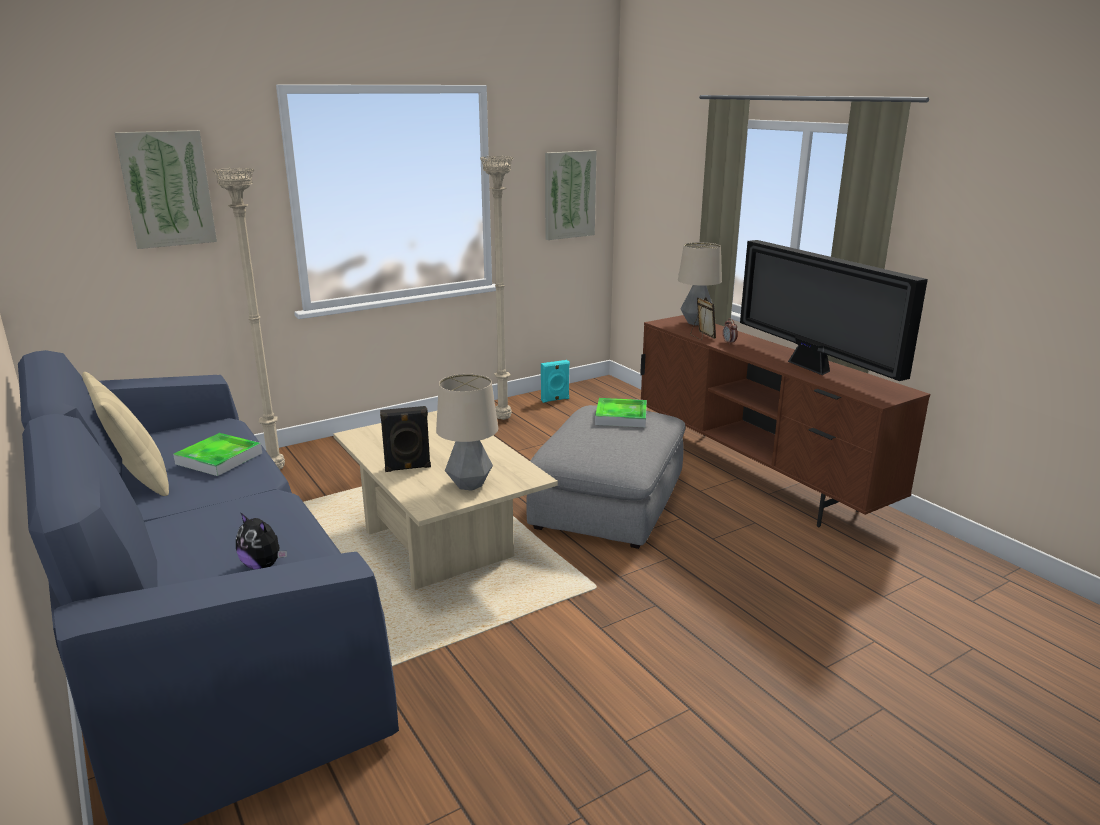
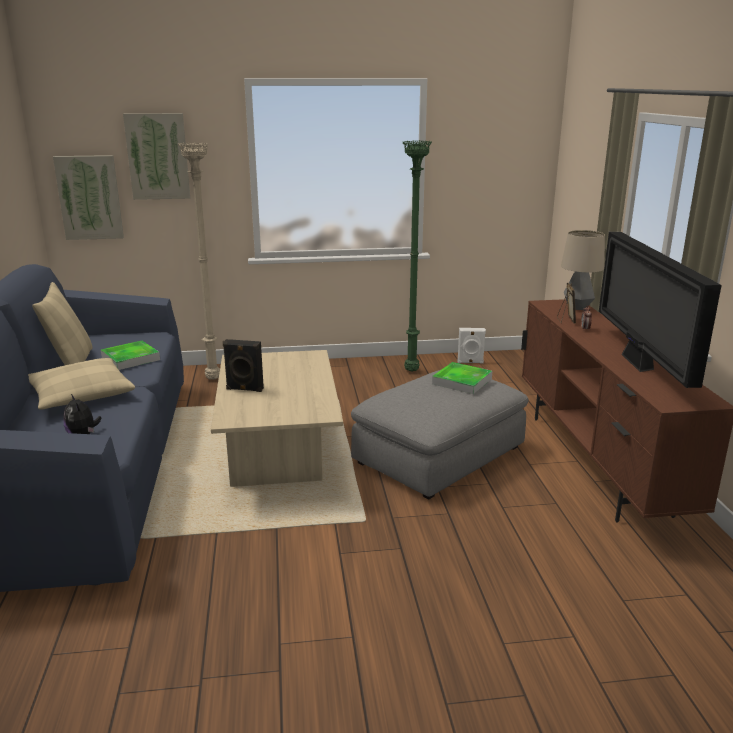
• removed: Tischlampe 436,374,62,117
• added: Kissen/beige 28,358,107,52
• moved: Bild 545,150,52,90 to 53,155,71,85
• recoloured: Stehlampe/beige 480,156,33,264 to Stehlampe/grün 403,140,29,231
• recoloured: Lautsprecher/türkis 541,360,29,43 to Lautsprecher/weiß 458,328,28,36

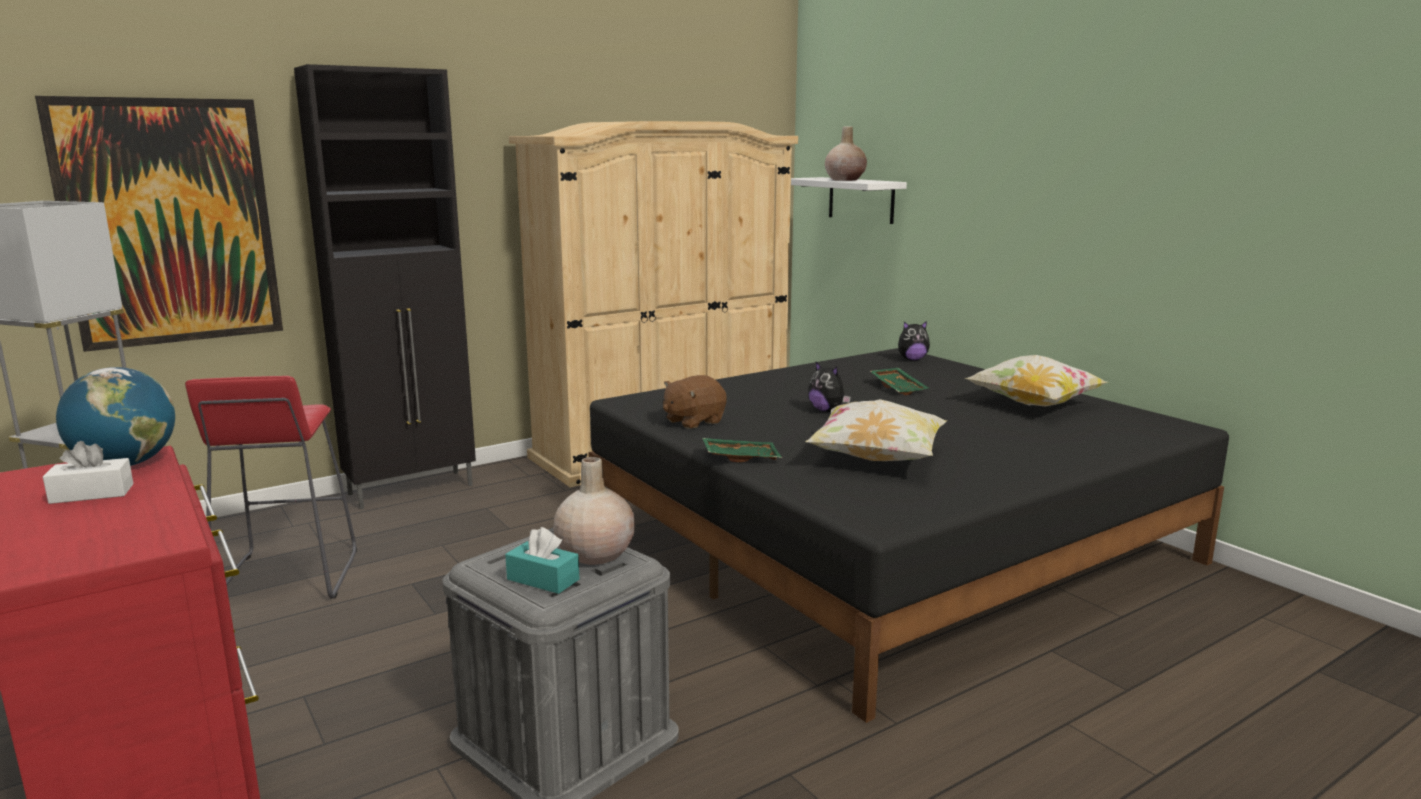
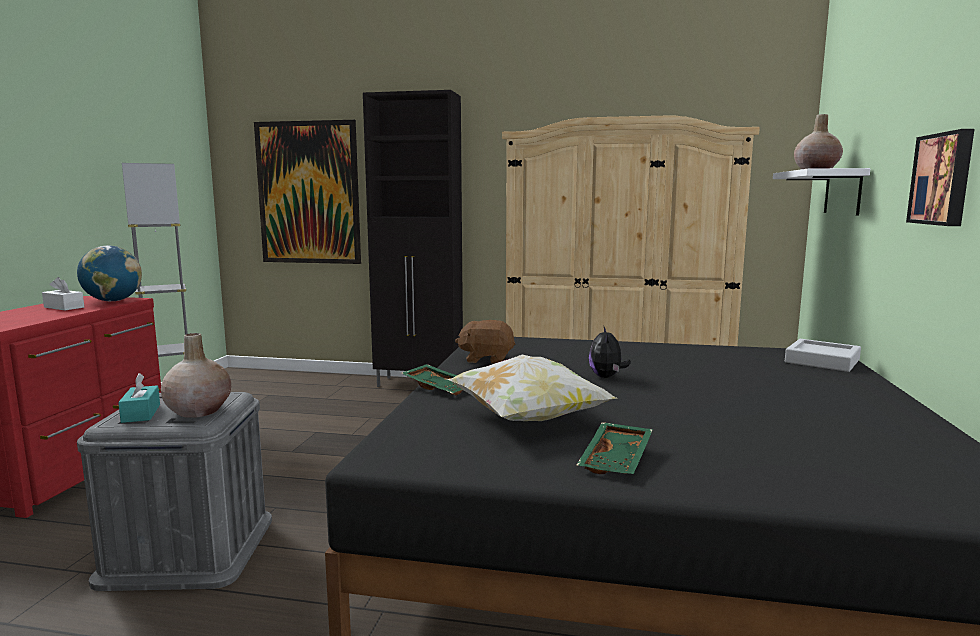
• removed: Hocker/rot 185,376,172,222
• removed: Kissen 964,355,143,51
• added: Bild 906,129,69,97
• moved: Tablett/grün 870,368,59,27 to 577,422,76,52
• replaced: Plüschtier 898,321,32,40 to Tablett/grau 785,339,76,33

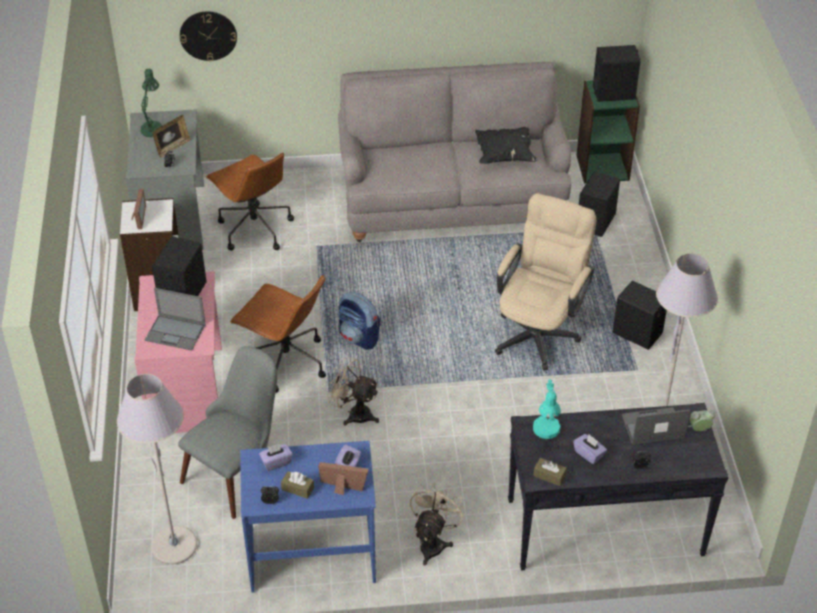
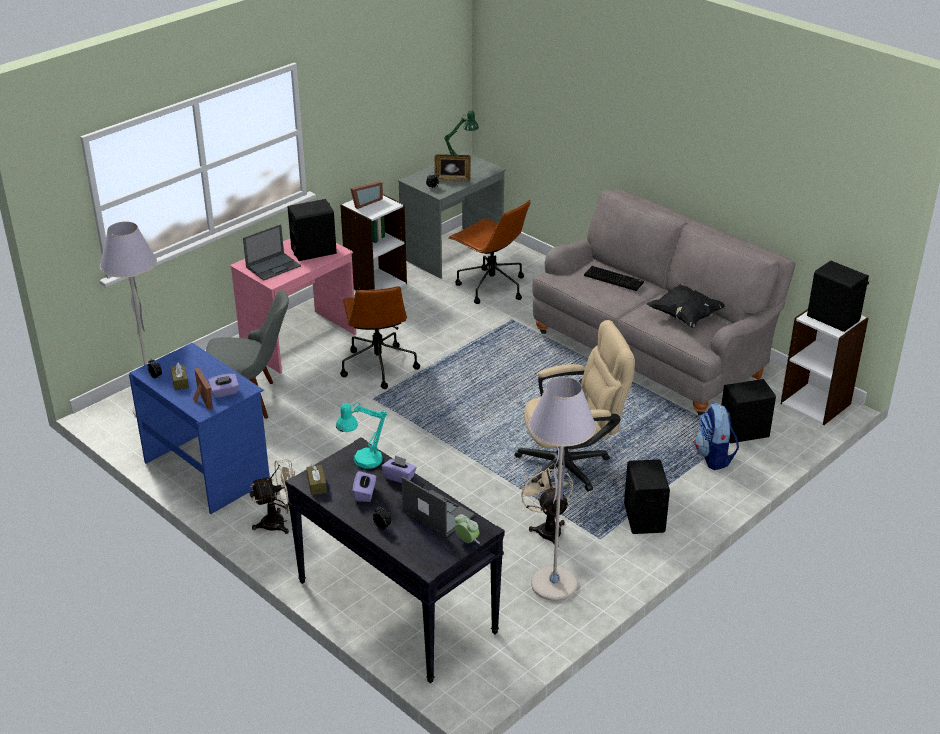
• removed: Wanduhr 180,11,57,51
• added: Tastatur 584,266,60,25
• moved: Taschentuchbox/lila 259,444,34,27 to 382,455,35,28
• moved: Ventilator/beige 327,357,52,69 to 518,463,55,83
• moved: Rucksack 338,292,42,58 to 695,403,44,67
• recoloured: Bücherregal/grün 577,80,63,103 to Bücherregal/weiß 781,309,88,116
• turned: Laptop 145,288,61,63 = 243,224,58,57 105 degrees counterclockwise
• turned: Bürostuhl/braun 206,153,88,98 = 448,200,82,104 60 degrees counterclockwise

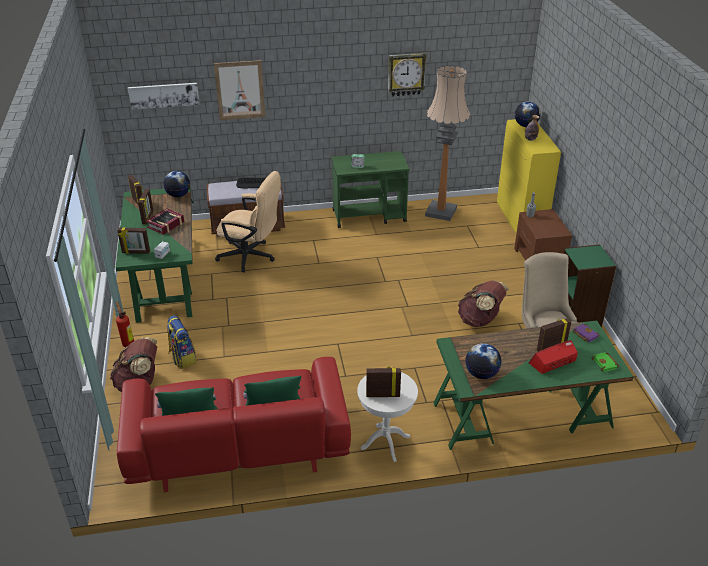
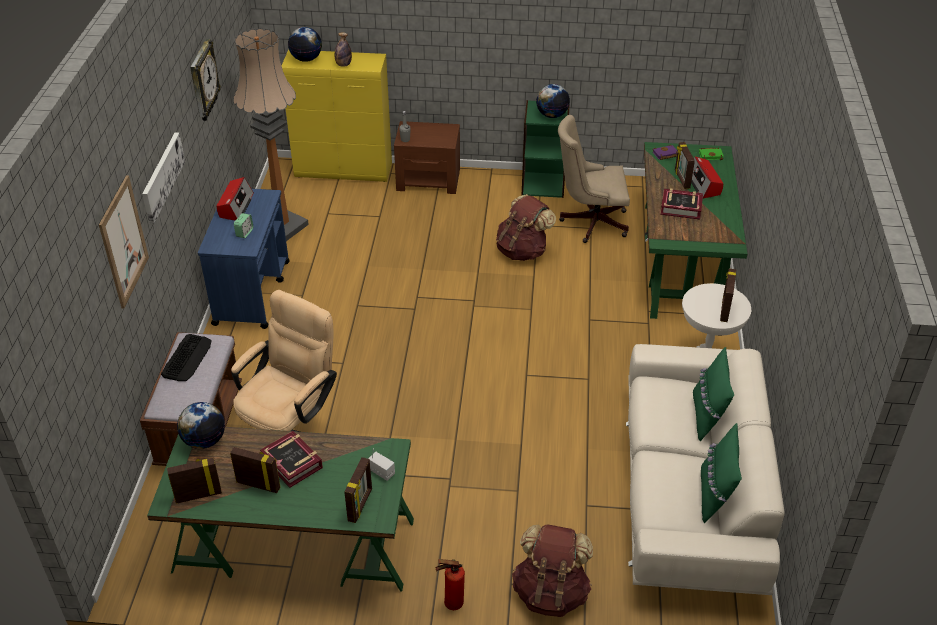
• removed: Rucksack 167,315,29,54
• added: Radio 217,177,37,44
• added: Buch 660,189,43,31
• moved: Bild 128,83,72,27 to 142,132,43,92
• moved: Globus 465,343,37,36 to 536,84,34,34
• recoloured: Sofa/rot 117,357,234,135 to Sofa/beige 626,344,159,251
• recoloured: Rollwagen/grün 331,151,79,77 to Rollwagen/blau 198,187,92,142

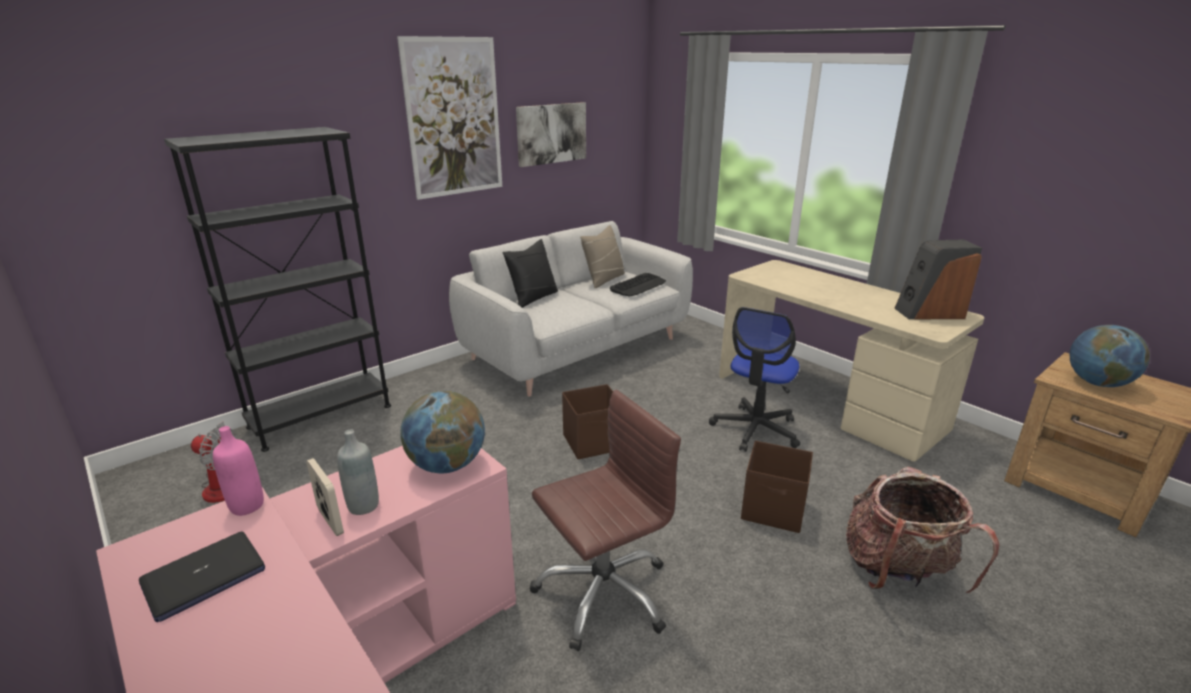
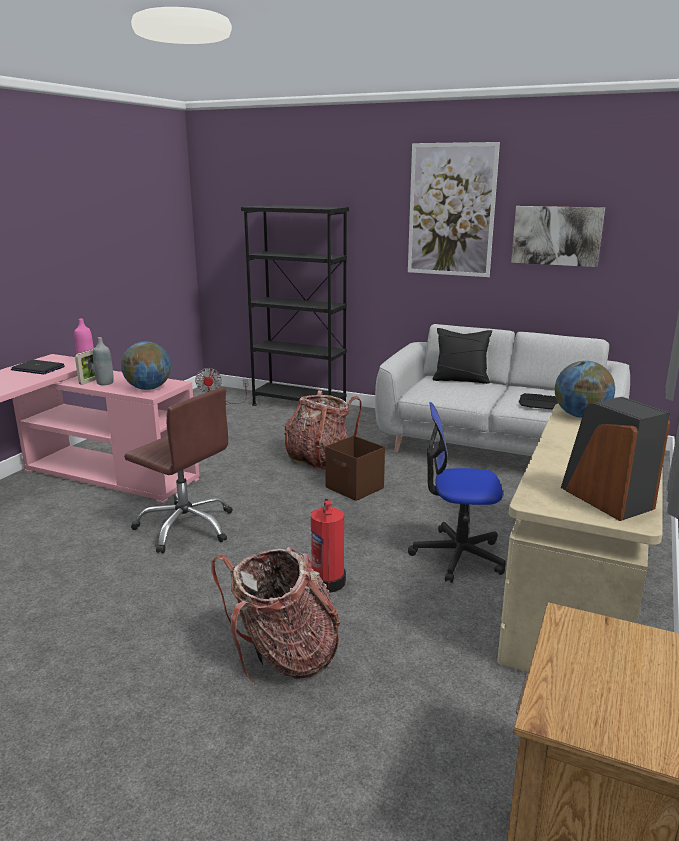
• removed: Kissen/beige 580,225,45,63
• added: Rucksack 284,390,78,81
• moved: Globus 1069,325,81,62 to 555,361,60,57
• replaced: Aufbewahrungsbox/braun 741,441,72,92 to Feuerlöscher 311,499,35,94

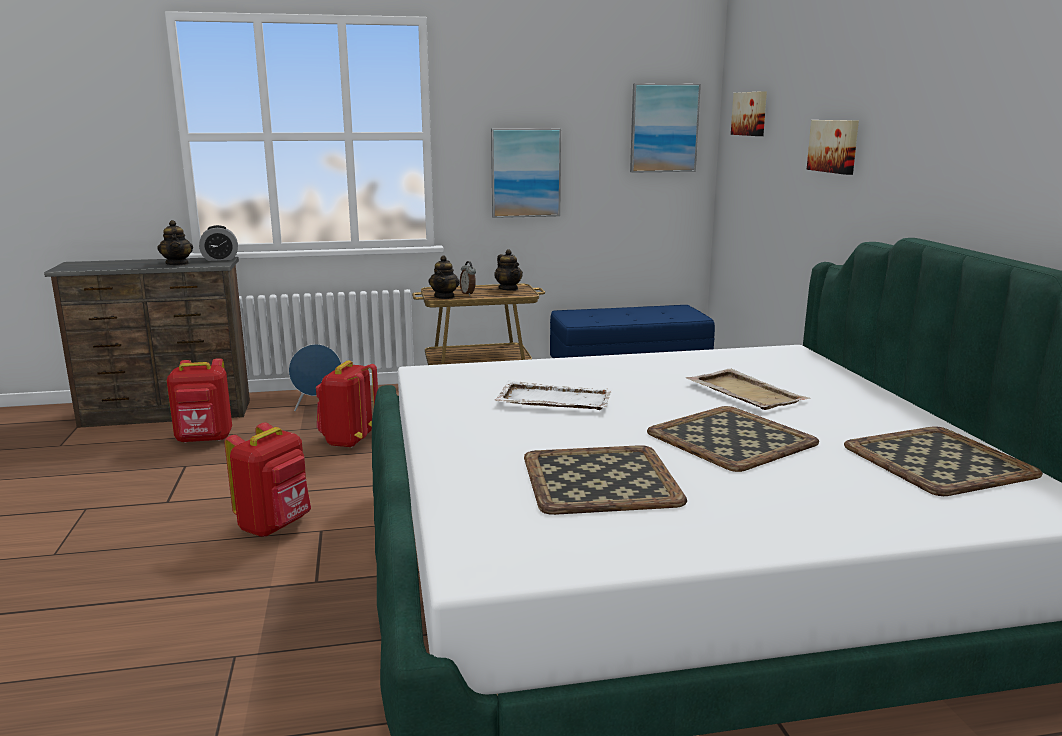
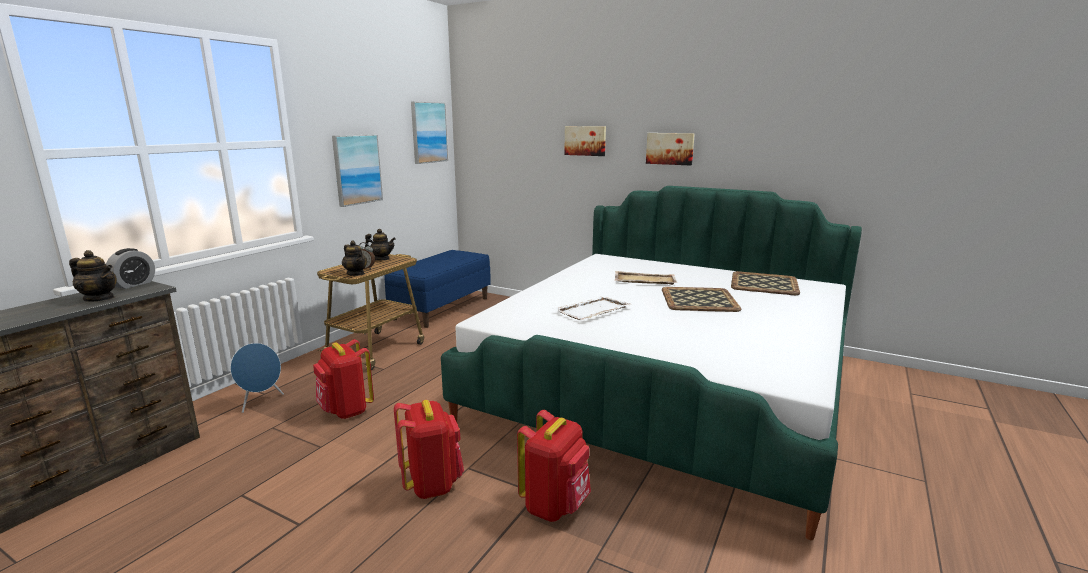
• removed: Tablett 524,445,163,70
• moved: Rucksack/rot 167,358,65,85 to 517,410,74,112
• moved: Bild 731,91,36,45 to 646,133,49,33

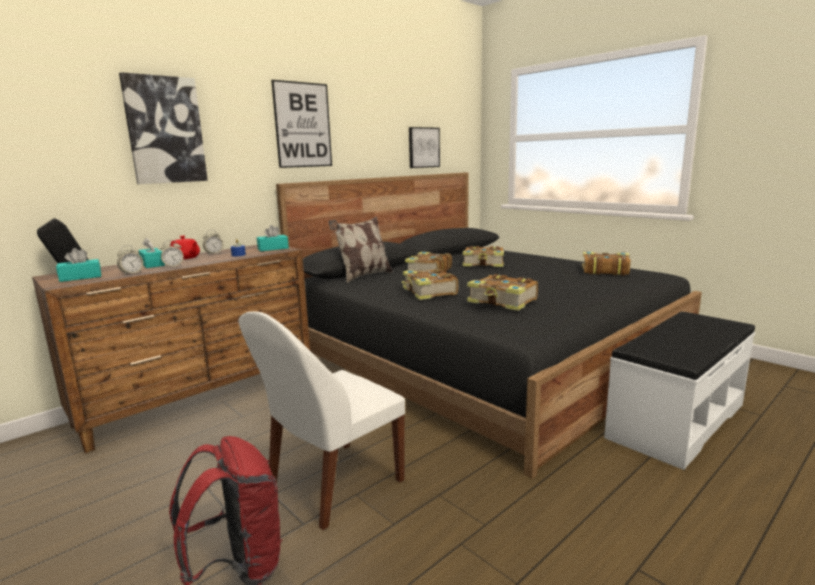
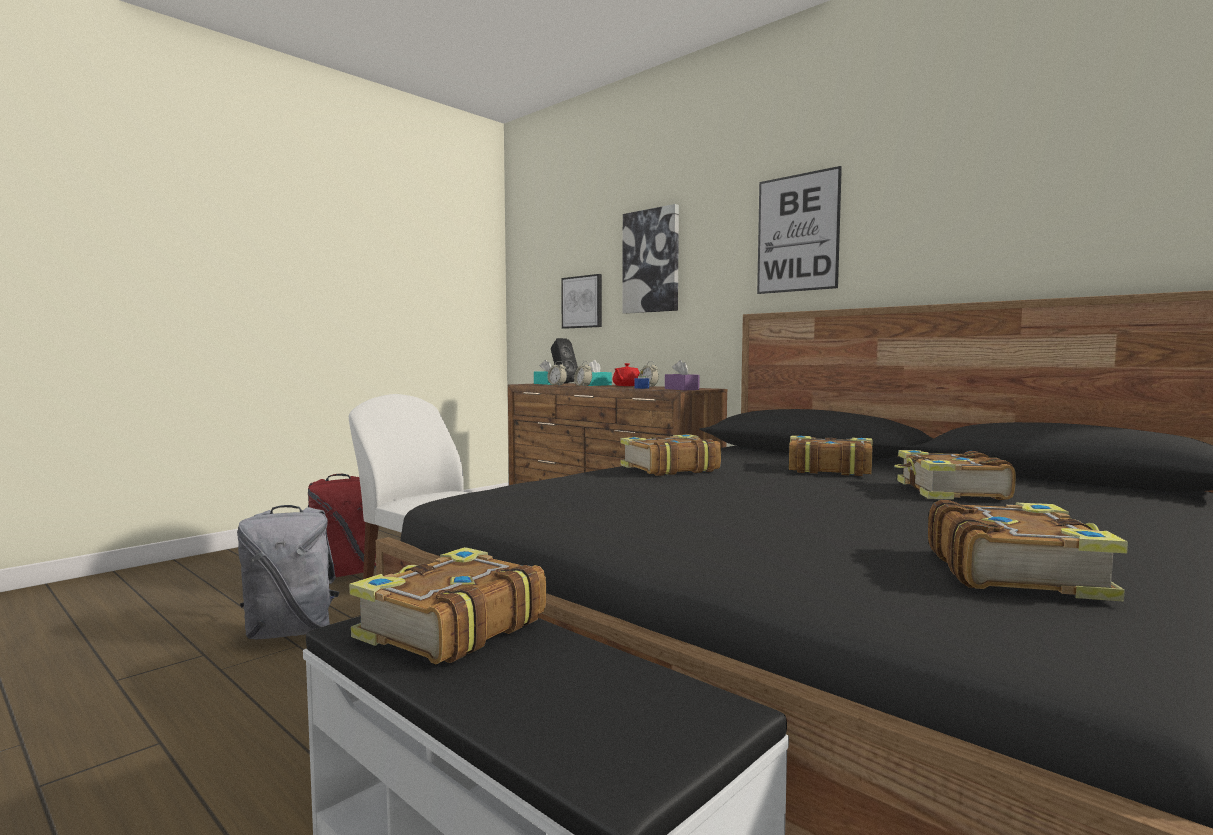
• removed: Kissen 328,216,65,67
• added: Rucksack/grau 237,505,102,134
• moved: Bild 409,127,31,41 to 561,274,41,55
• moved: Buch 467,274,71,37 to 349,547,197,117
• recoloured: Taschentuchbox/türkis 257,225,32,26 to Taschentuchbox/lila 665,360,35,30

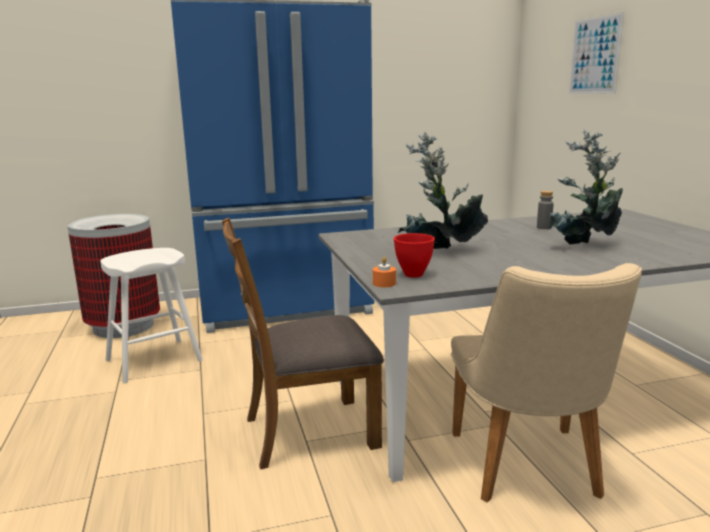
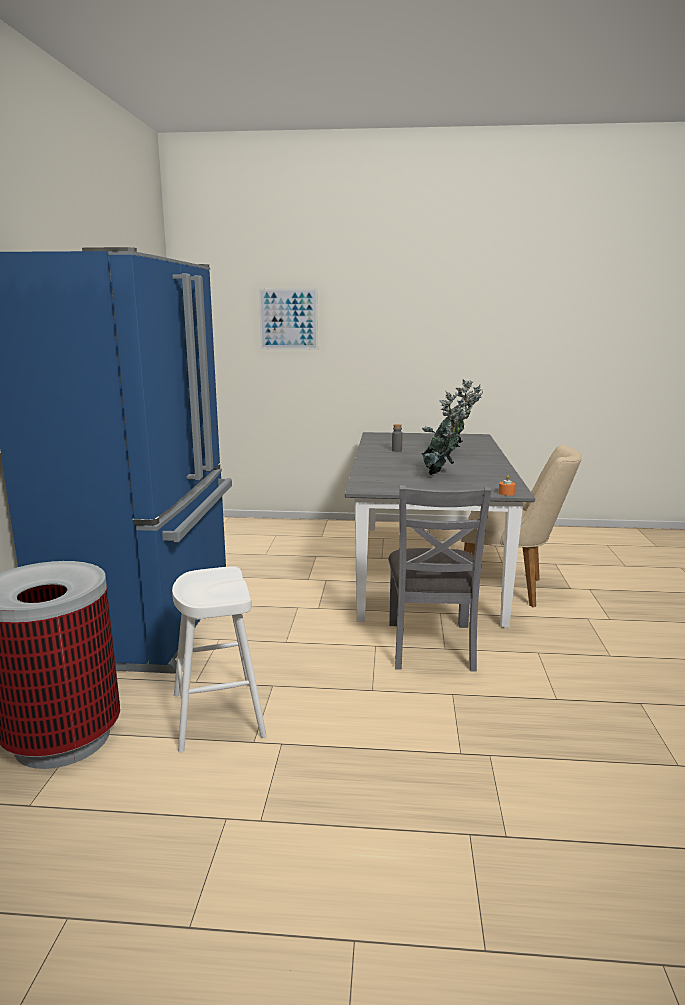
• removed: Schüssel/rot 394,233,41,45
• recoloured: Stuhl/braun 222,218,162,251 to Stuhl/grau 388,485,103,187

